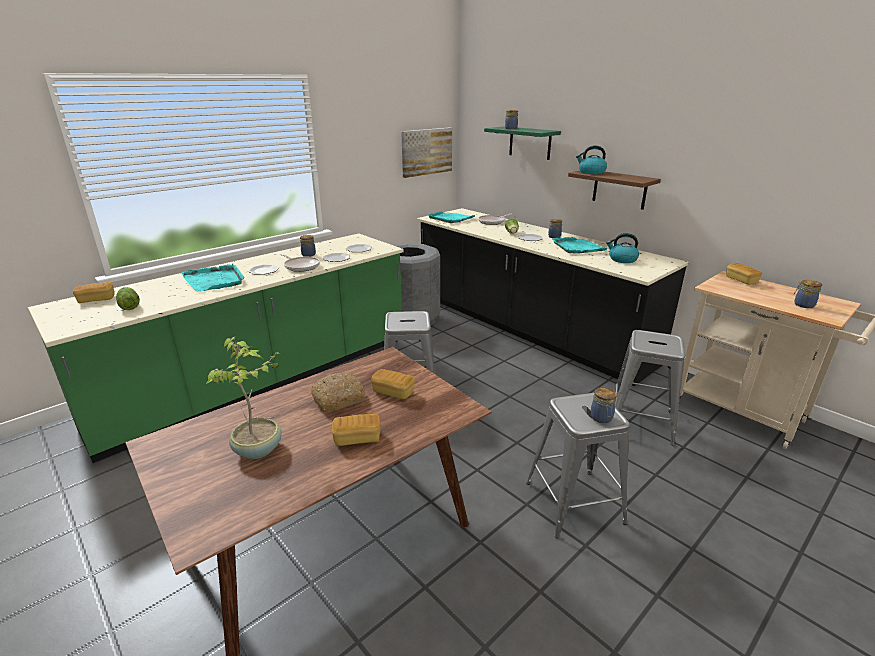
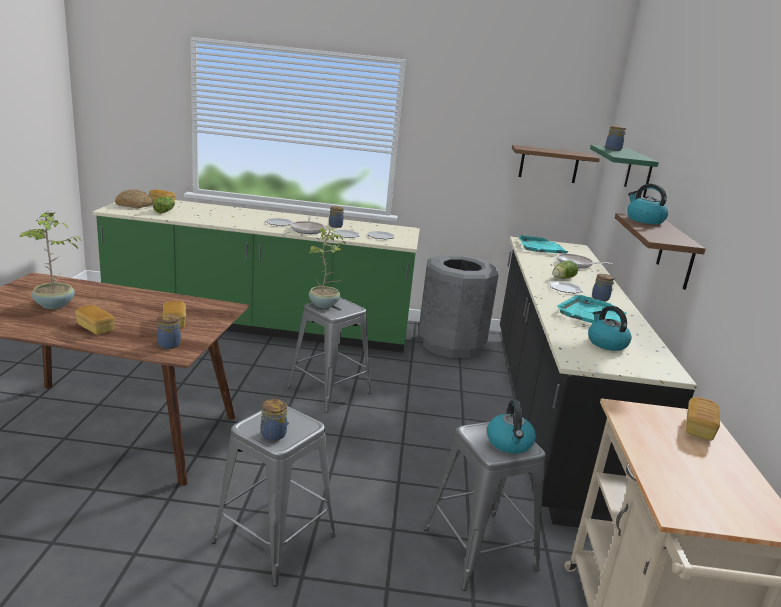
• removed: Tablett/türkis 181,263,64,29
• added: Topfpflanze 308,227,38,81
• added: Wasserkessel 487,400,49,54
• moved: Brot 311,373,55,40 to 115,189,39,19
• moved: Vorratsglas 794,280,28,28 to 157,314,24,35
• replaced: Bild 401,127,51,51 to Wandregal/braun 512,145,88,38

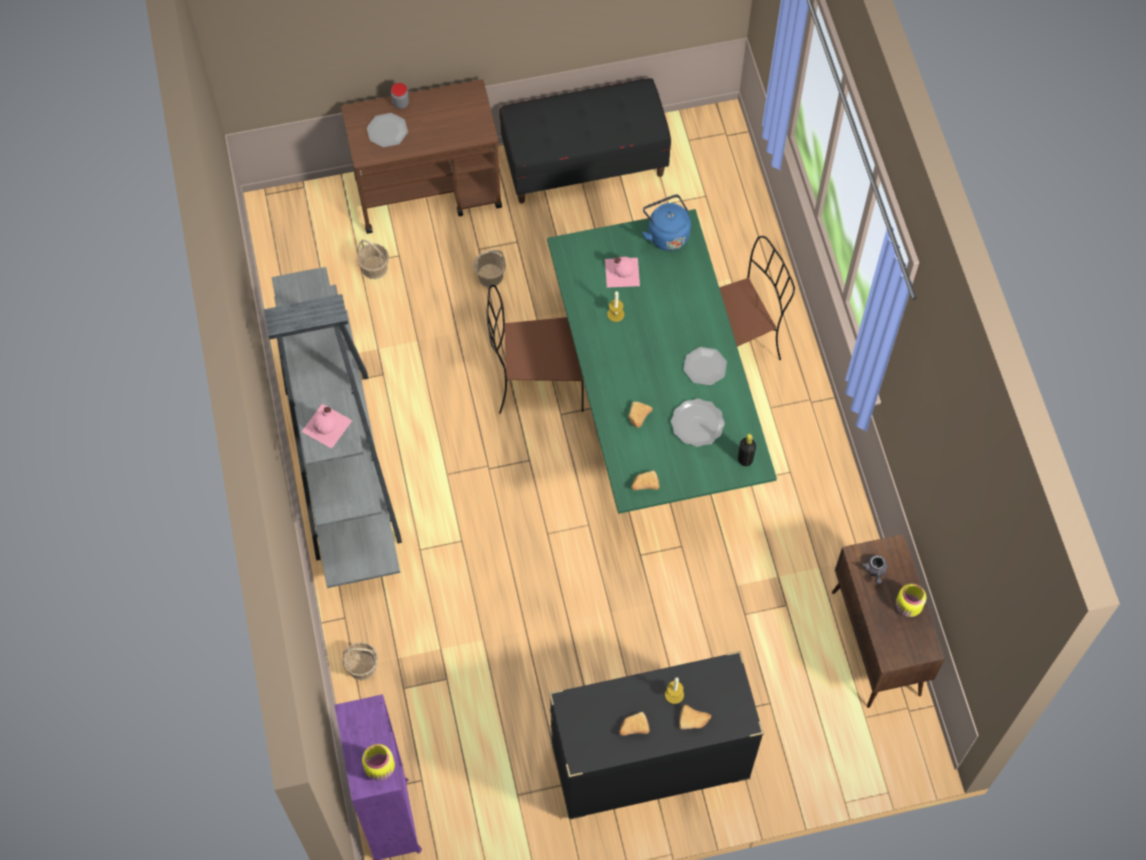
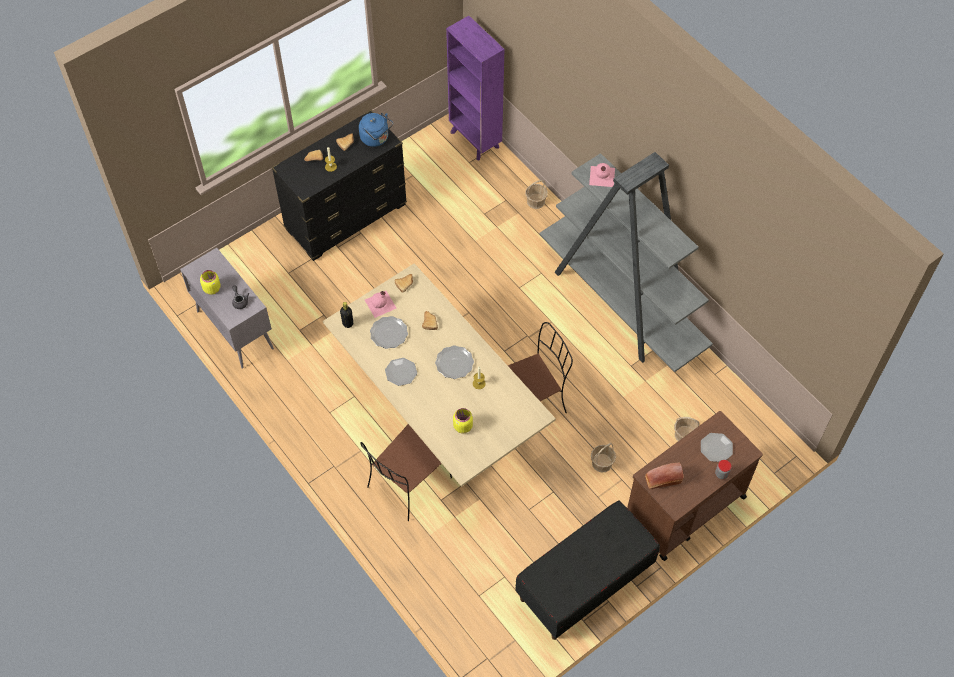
• added: Teller 435,345,39,34
• added: Brot 645,463,38,26
• moved: Vorratsglas/gelb 362,744,33,37 to 453,408,20,25
• moved: Flasche/rosa 605,256,35,32 to 365,291,31,27
• moved: Wasserkessel/blau 643,194,48,57 to 359,113,34,34
• recoloured: Esstisch/grün 547,209,230,305 to Esstisch/beige 323,263,233,224
• recoloured: Schrank/braun 832,534,113,174 to Schrank/grau 180,248,94,121

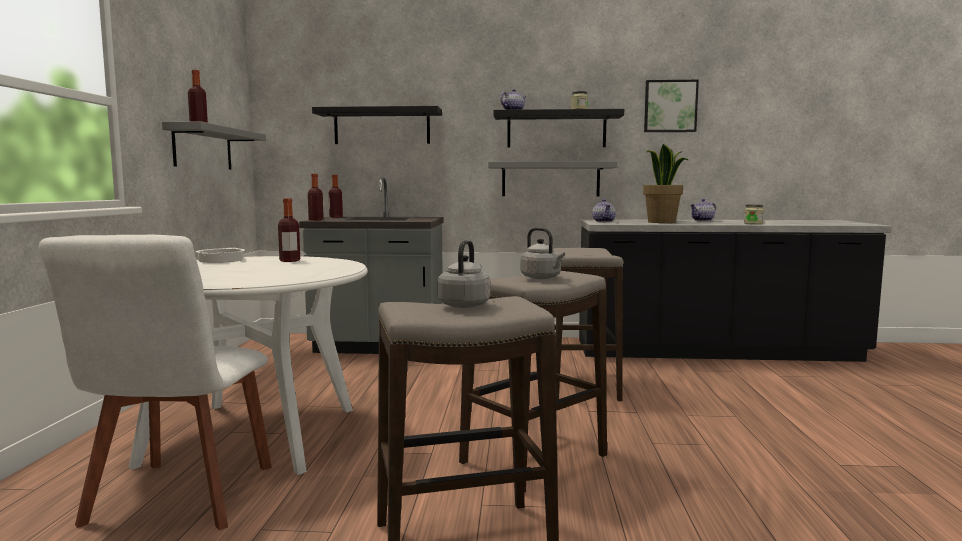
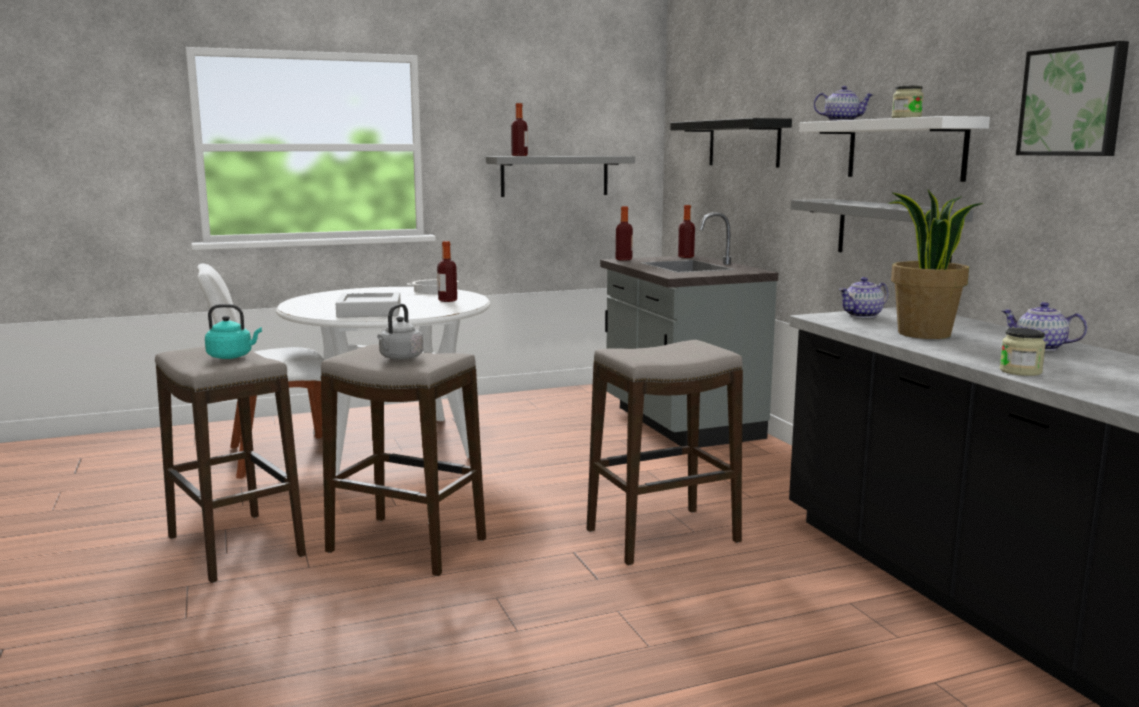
• added: Tablett/grau 336,292,65,26
• recoloured: Wasserkessel/grau 437,240,53,68 to Wasserkessel/türkis 205,304,57,55
• recoloured: Wandregal/schwarz 494,109,130,39 to Wandregal/weiß 799,116,191,66

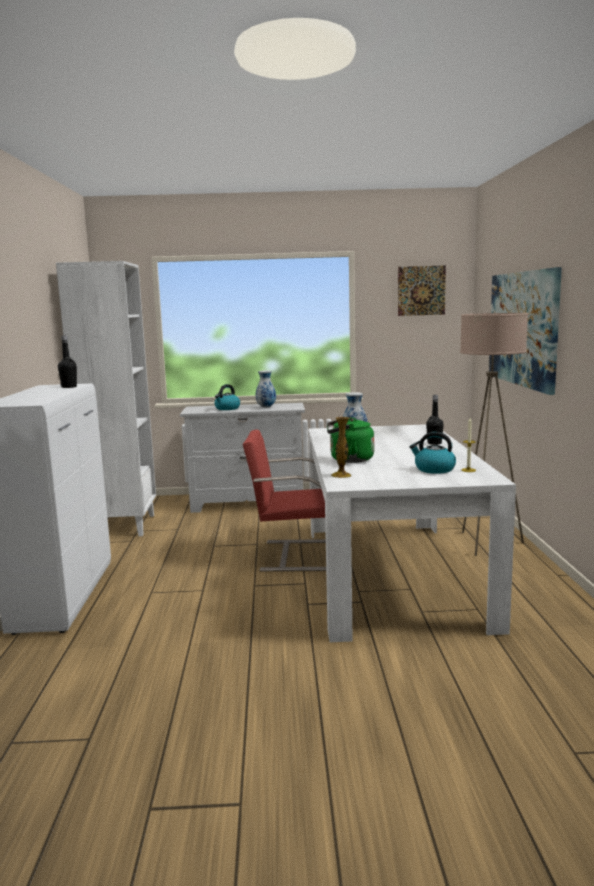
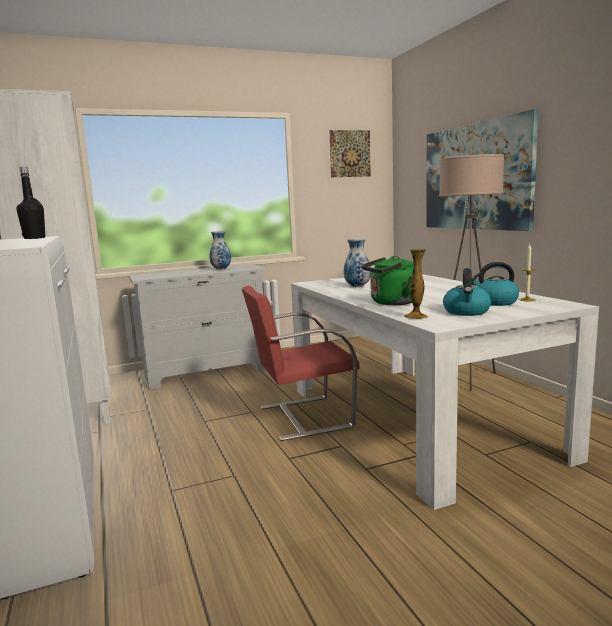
• removed: Flasche/schwarz 426,395,18,50
• moved: Wasserkessel 215,384,25,26 to 443,268,48,48

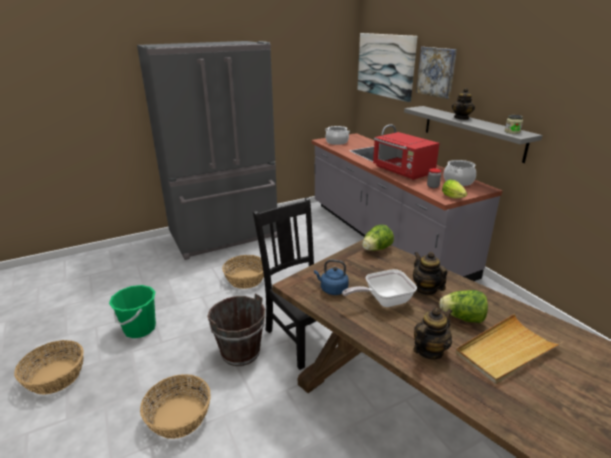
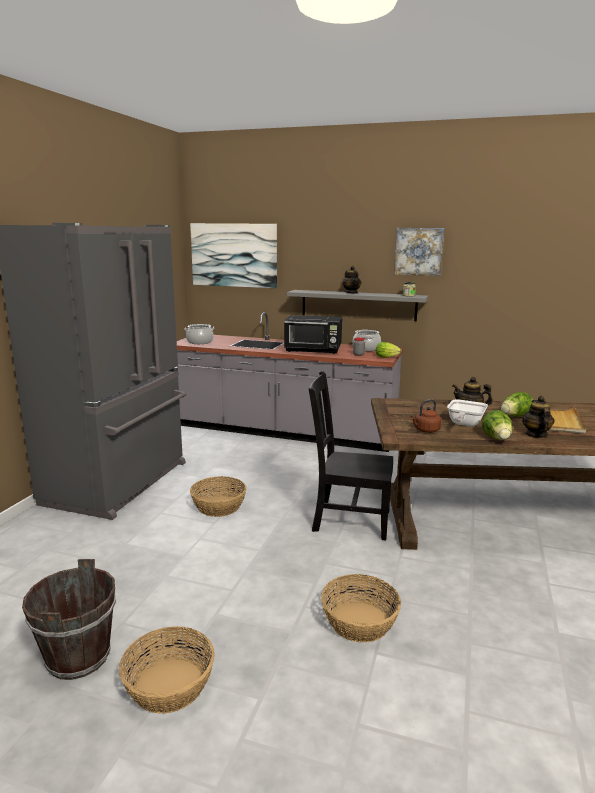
• removed: Eimer/grün 109,285,47,53
• moved: Eimer/braun 208,293,57,73 to 22,559,94,121
• moved: Salatkopf 362,224,32,27 to 482,410,31,30
• moved: Bild 416,47,41,52 to 394,228,50,48
• recoloured: Wasserkessel/blau 314,260,35,35 to Wasserkessel/braun 411,399,30,34
• recoloured: Mikrowelle/rot 373,132,67,48 to Mikrowelle/schwarz 284,315,58,39

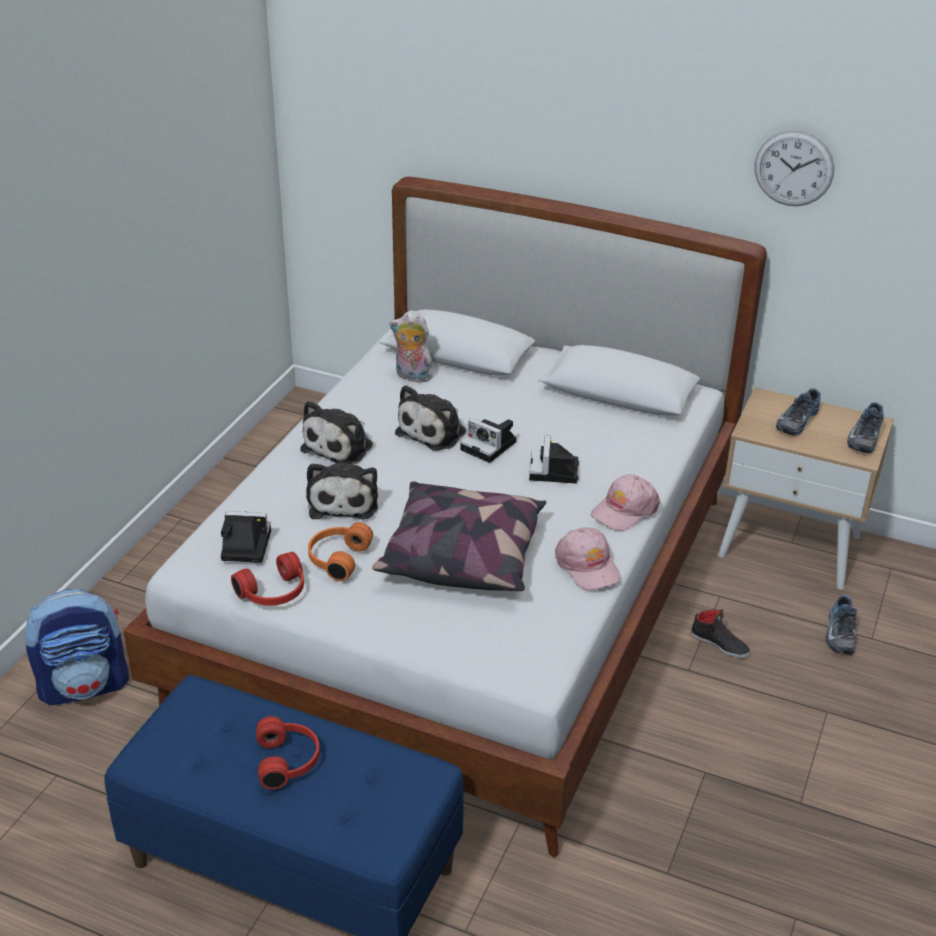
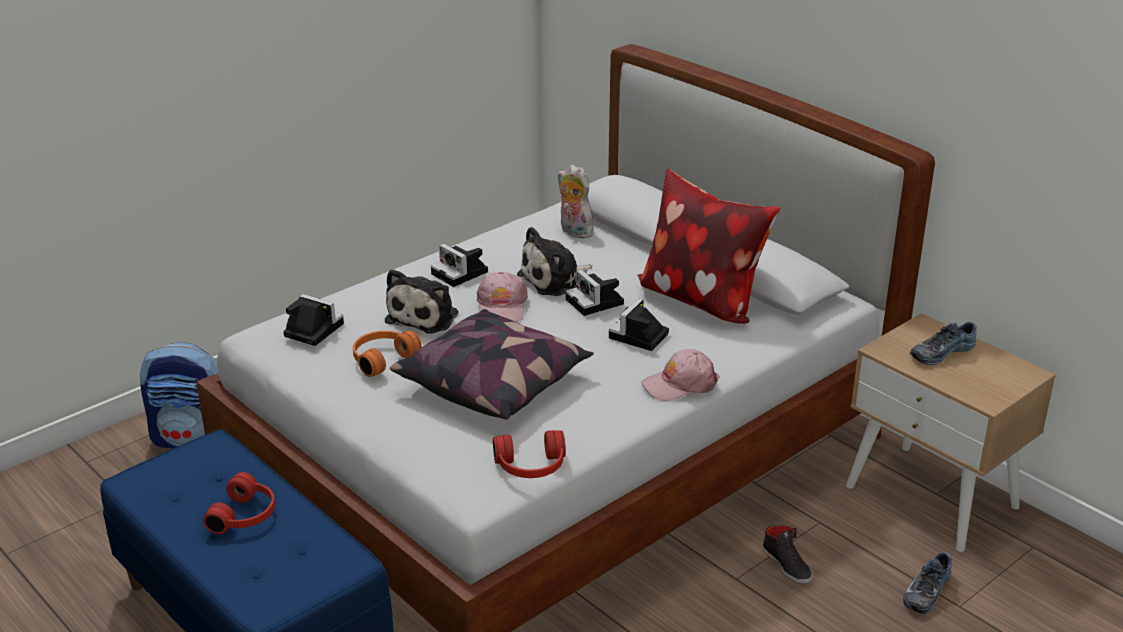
• removed: Wanduhr 754,130,80,76
• removed: Schuh 847,402,37,51
• added: Kissen 638,169,142,155
• moved: Kopfhörer/rot 231,552,73,54 to 493,430,73,48
• moved: Kappe/rosa 555,527,66,63 to 476,272,52,50
• replaced: Plüschtier 300,400,73,65 to Kamera 431,244,57,43

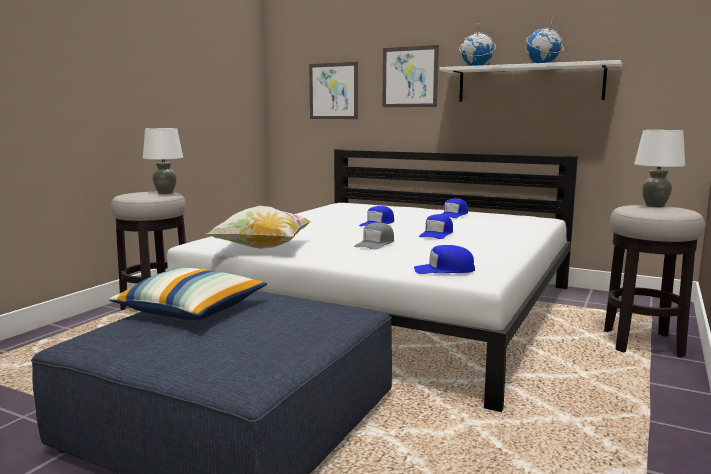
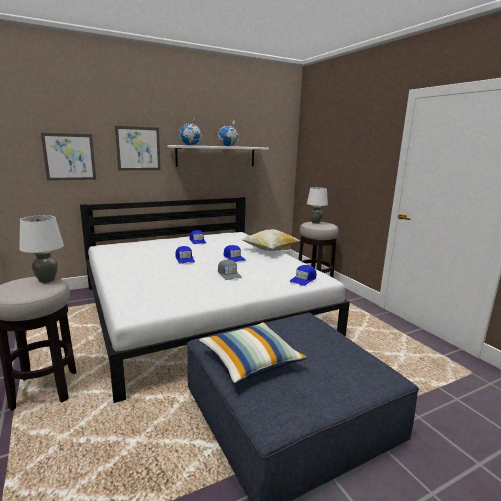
• moved: Kissen 207,206,104,43 to 241,229,59,22

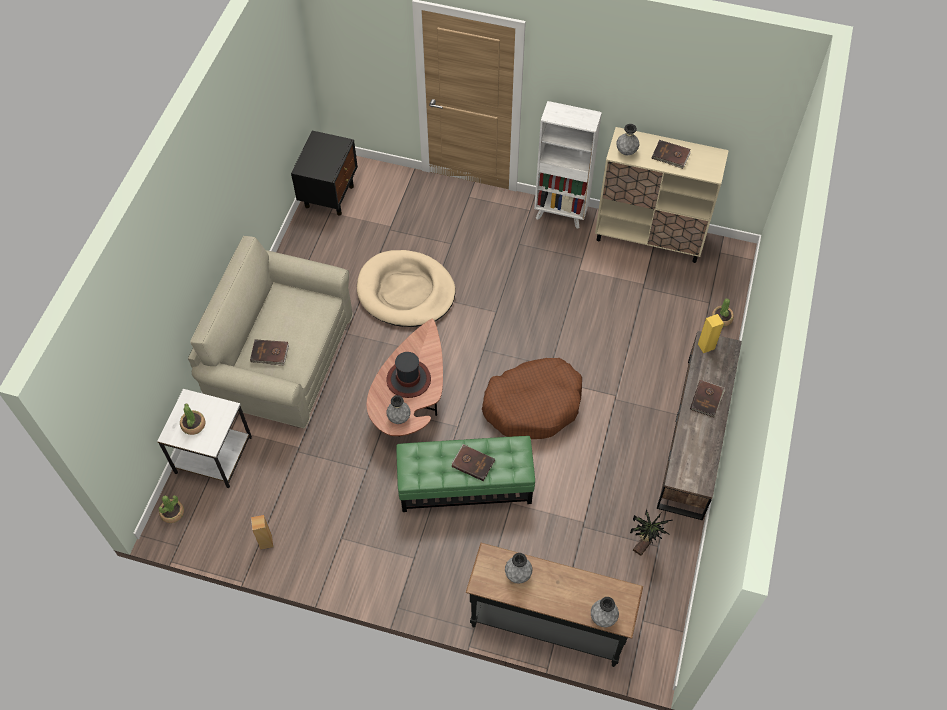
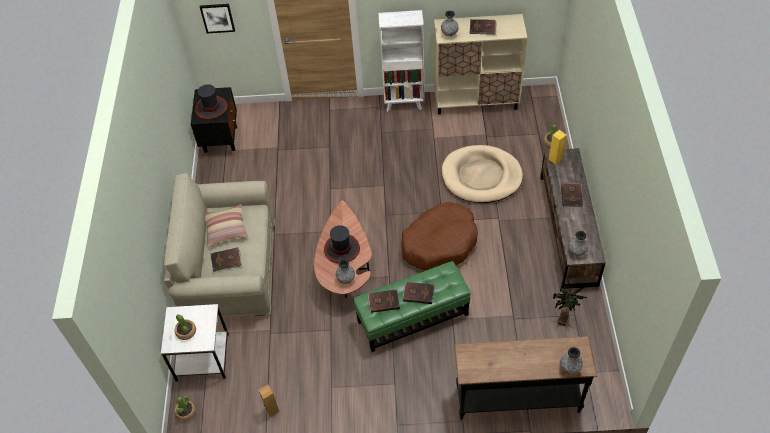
• added: Hut 195,84,33,36
• added: Bild 200,4,35,29
• added: Kissen 205,205,43,41
• added: Buch/braun 368,289,32,24
• moved: Hundebett/beige 357,250,99,77 to 442,145,81,58
• moved: Vase/grau 505,553,27,31 to 568,231,21,25

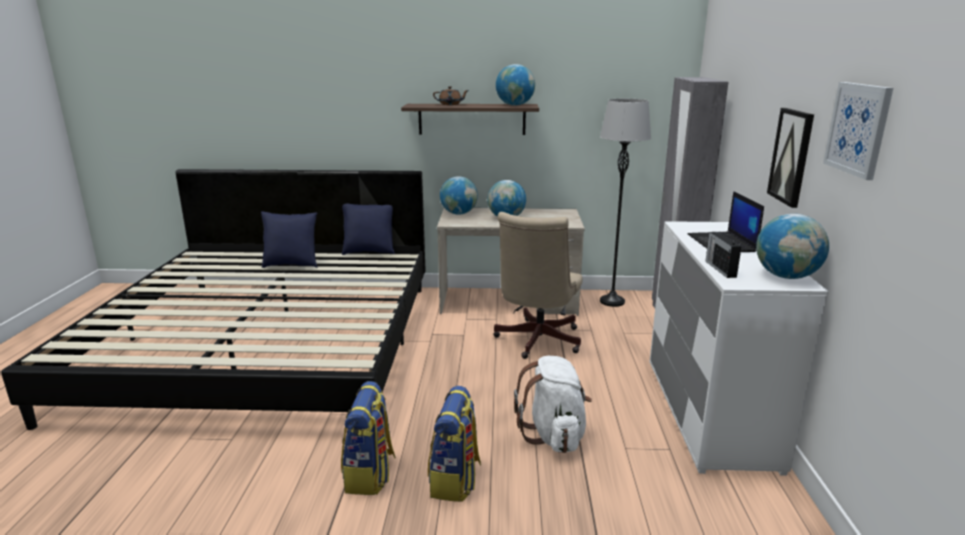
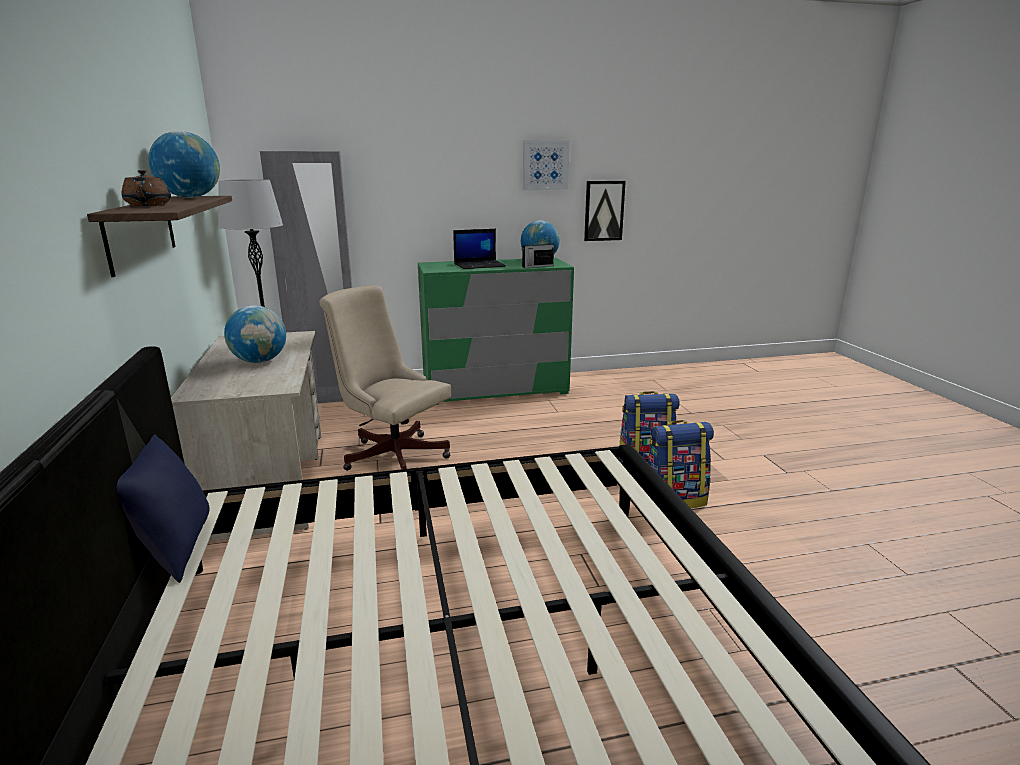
• removed: Kissen/blau 261,211,56,57
• removed: Globus 440,176,38,39
• removed: Rucksack/weiß 514,356,78,97
• moved: Bild 767,108,47,100 to 584,181,42,60
• recoloured: Kommode/weiß 650,221,179,255 to Kommode/grün 418,258,156,147
• turned: Bürostuhl/beige 493,212,89,147 = 319,286,132,185 150 degrees counterclockwise

